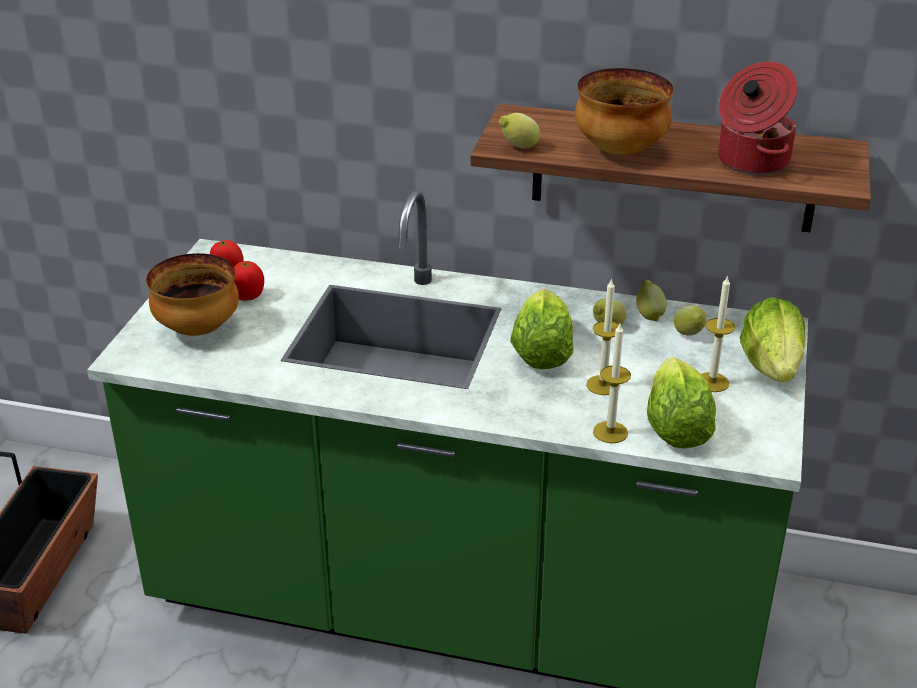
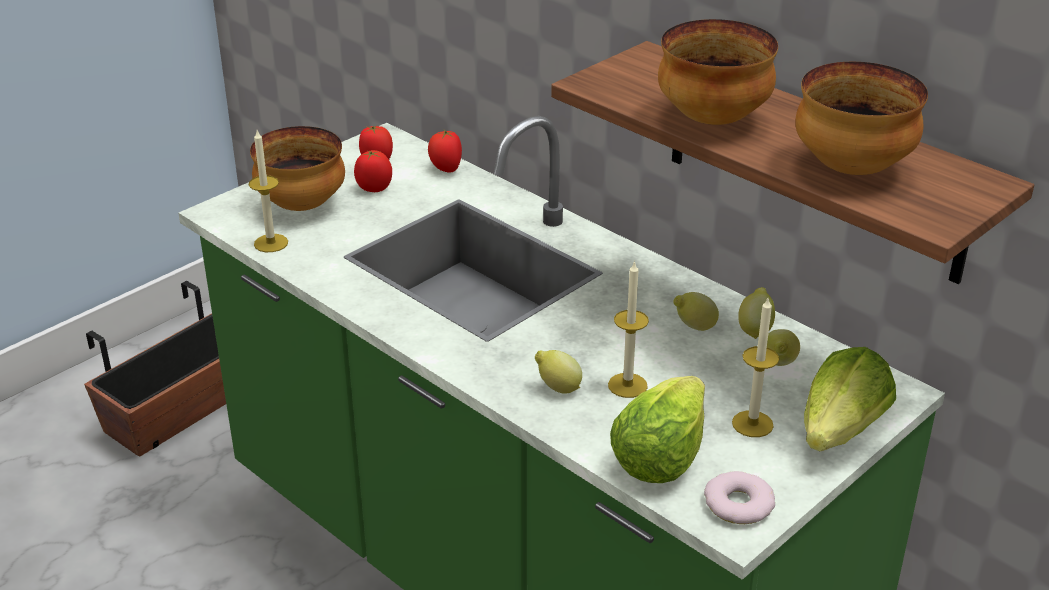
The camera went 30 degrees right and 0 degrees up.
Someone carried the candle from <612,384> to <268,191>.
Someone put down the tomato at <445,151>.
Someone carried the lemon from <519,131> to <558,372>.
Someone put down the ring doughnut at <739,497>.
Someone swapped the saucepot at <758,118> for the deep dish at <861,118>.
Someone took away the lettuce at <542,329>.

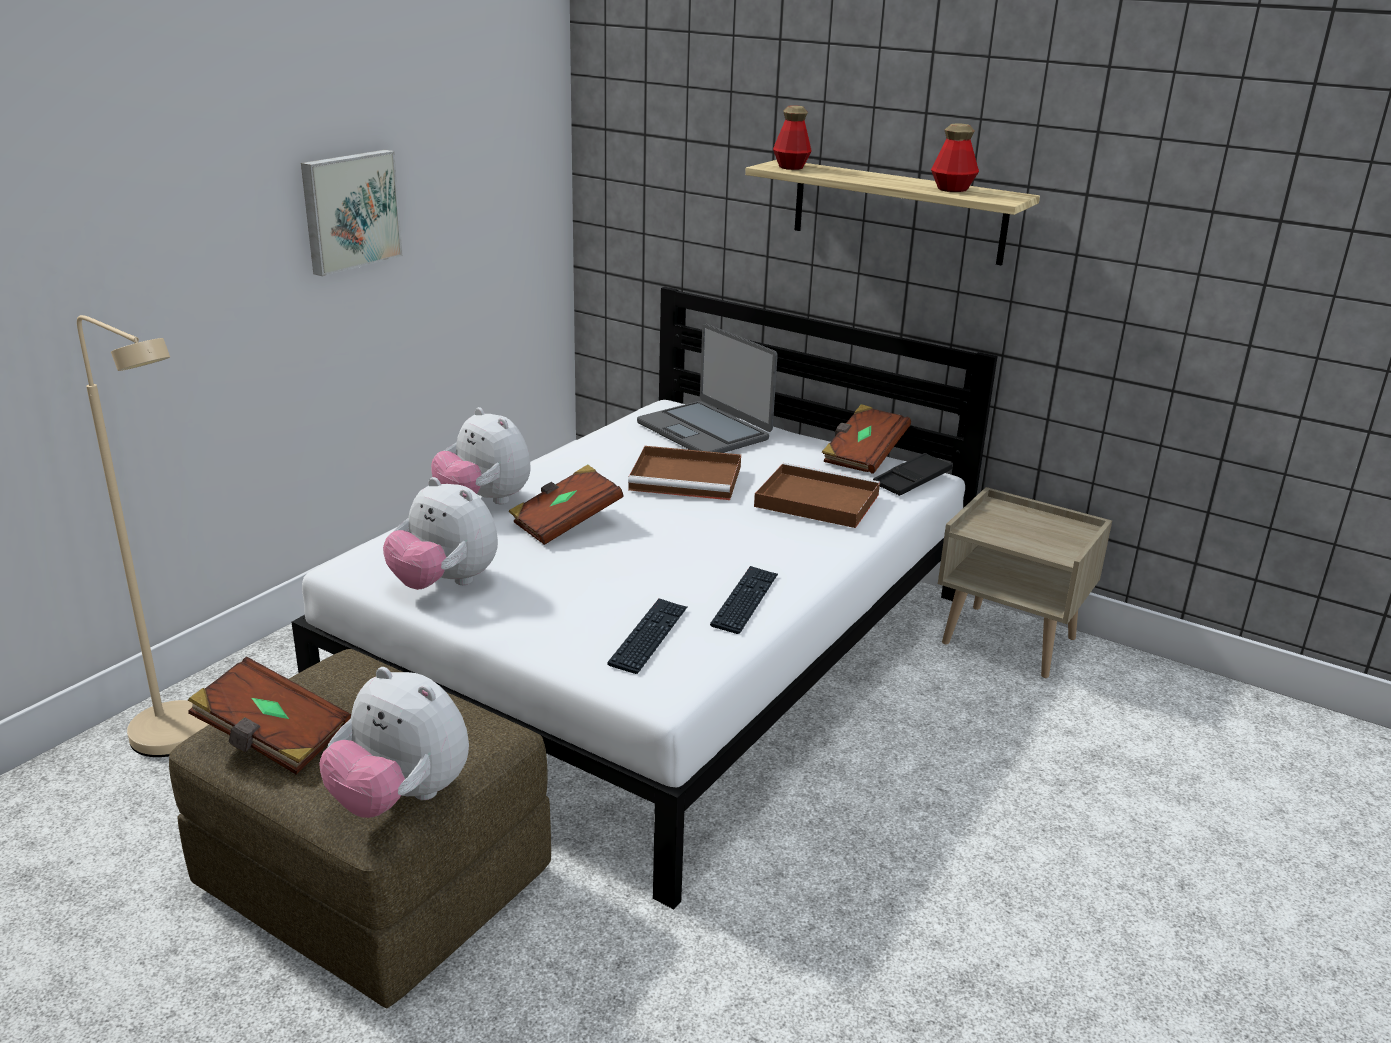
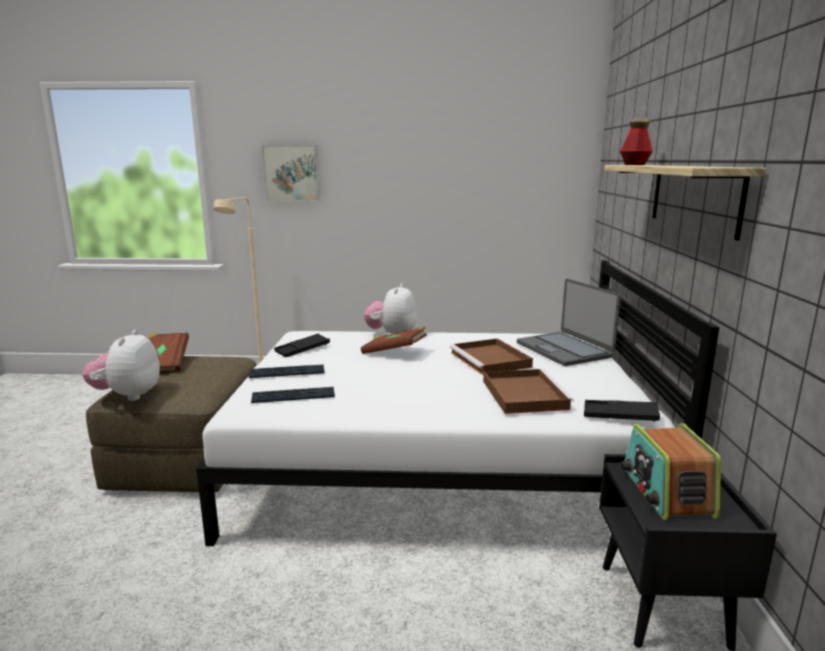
The camera went 60 degrees right and 10 degrees down.
Someone carried the computer keyboard from <744,600> to <286,371>.
Someone carried the picture from <352,213> to <291,173>.
Someone swapped the cuddly toy at <440,533> for the black-coloured serving tray at <302,345>.
Someone rotated the portable computer at <707,388> by 45 degrees counterclockwise.
Someone repainted the beige bedside table at <1025,582>, which became the black-coloured bedside table at <688,552>.
Someone put down the radio at <671,471>.
Someone took away the brown bound book at <866,439>.
Someone took away the bottle at <955,158>.

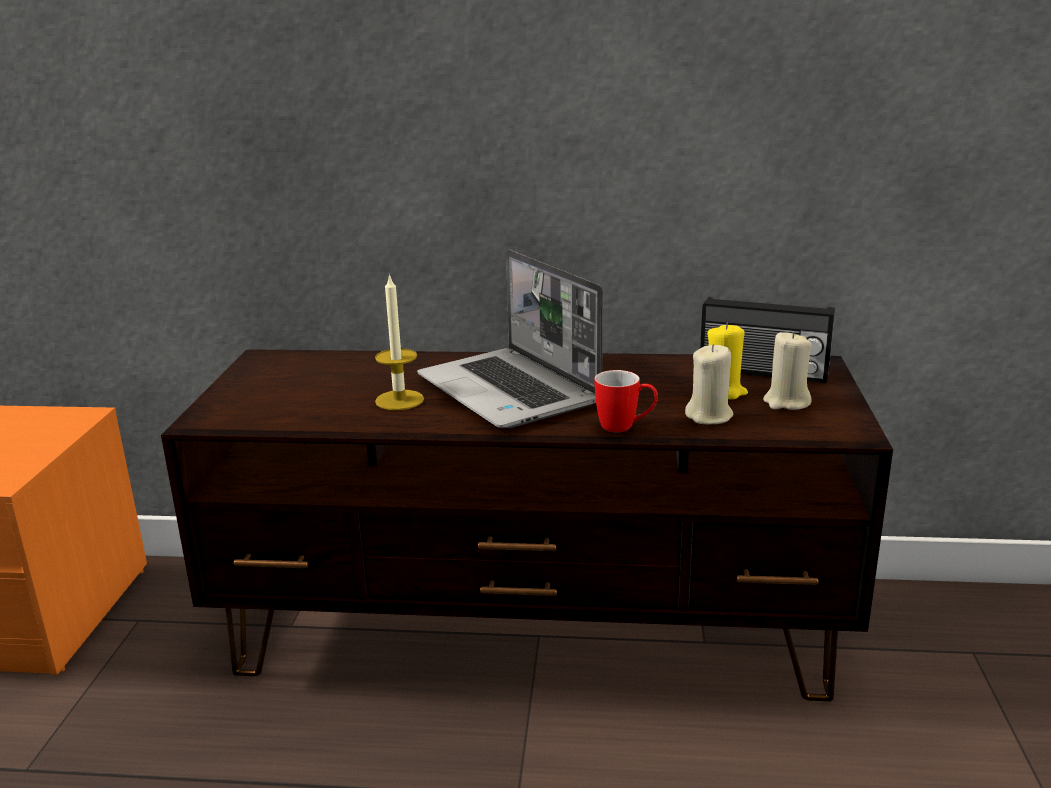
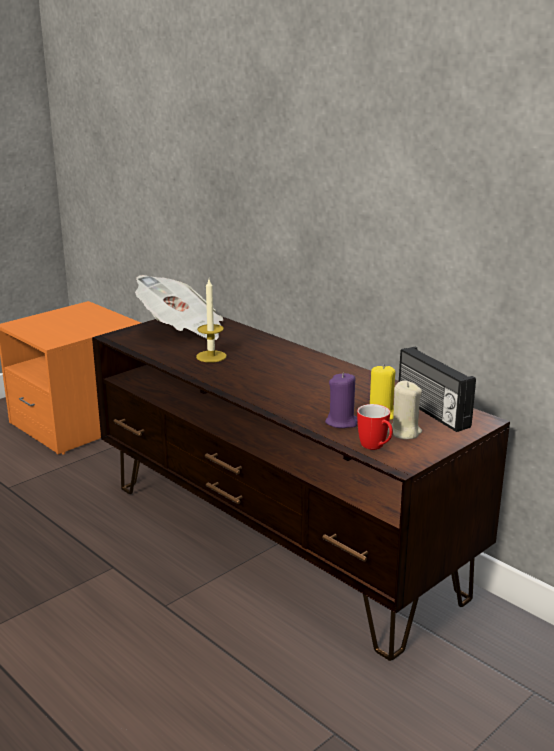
The camera went 40 degrees right and 0 degrees up.
Someone put down the newspaper at <179,307>.
Someone repainted the beige candle at <709,384>, which became the purplish candle at <341,400>.
Someone carried the tea mug from <626,401> to <375,427>.
Someone took away the portable computer at <510,338>.

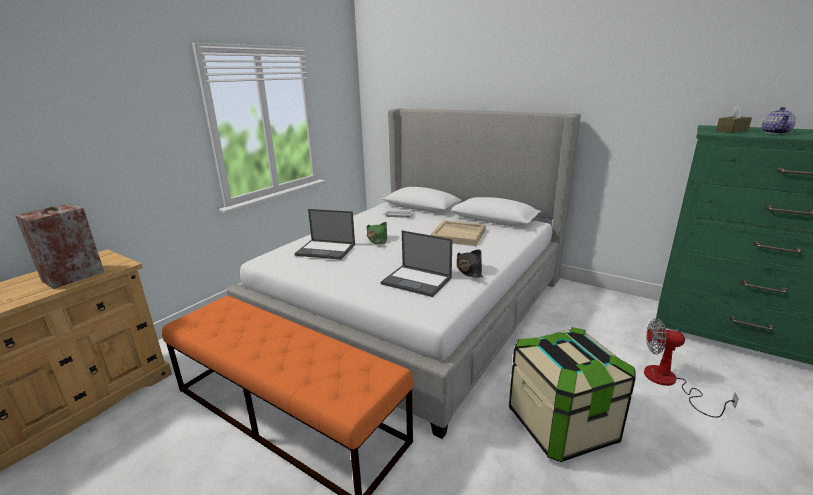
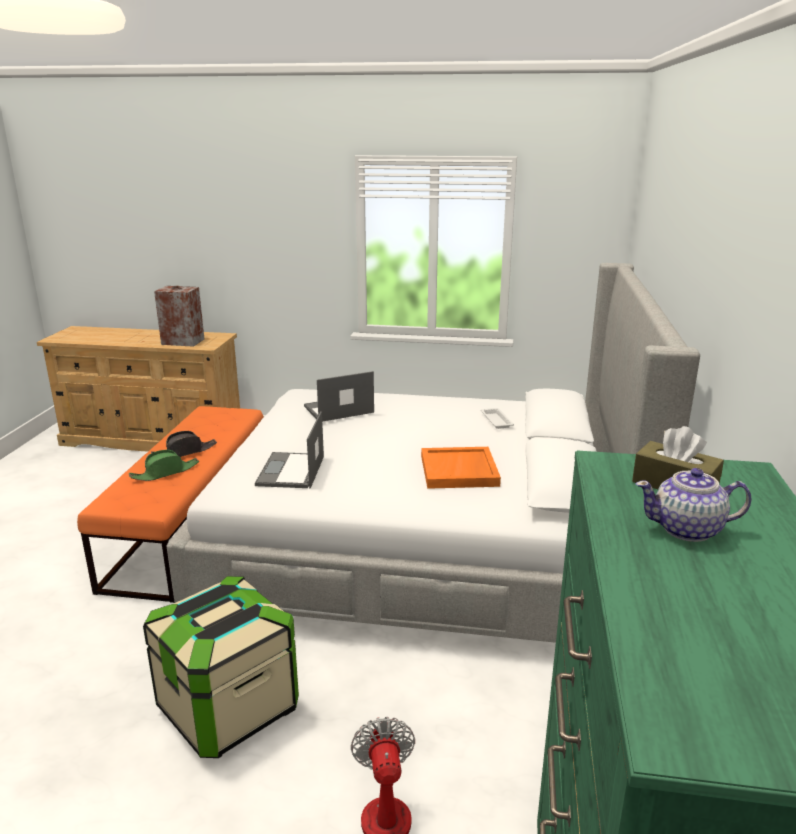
The camera went 65 degrees right and 0 degrees up.
Someone carried the green hat from <377,233> to <164,465>.
Someone carried the black-coloured hat from <470,263> to <184,444>.
Someone rotated the portable computer at <325,234> by 75 degrees clockwise.
Someone repainted the beige serving tray at <458,233>, which became the orangey serving tray at <461,468>.

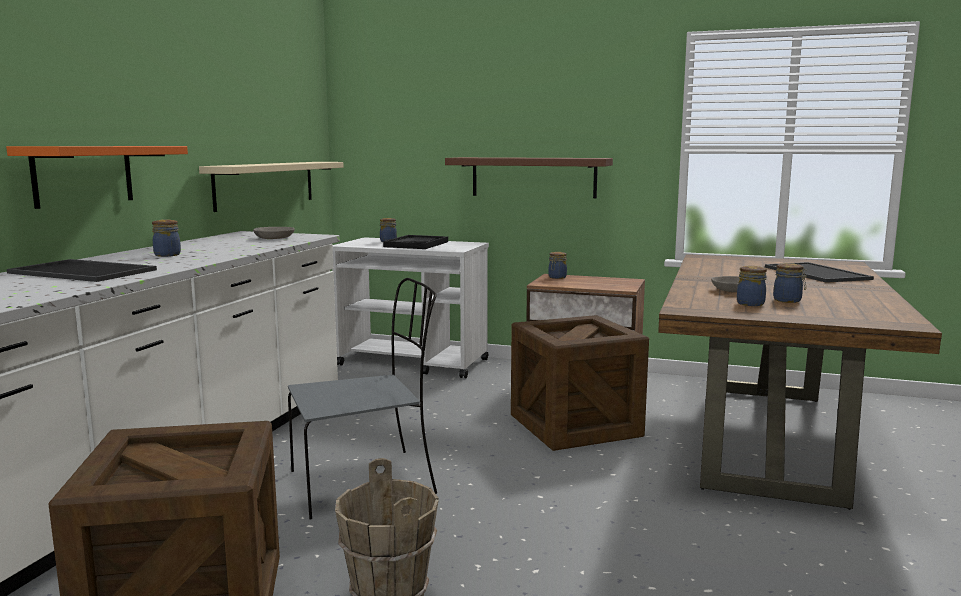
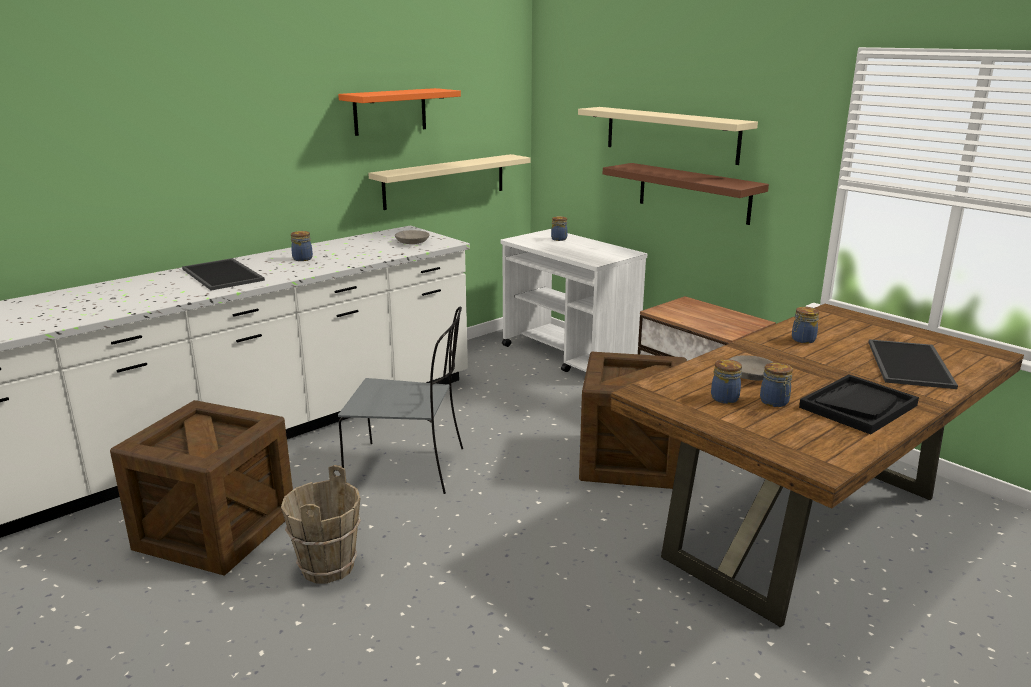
The camera went 30 degrees right and 10 degrees up.
Someone carried the orangey bracket shelf from <97,177> to <399,112>.
Someone put up the beige bracket shelf at <668,136>.
Someone carried the preserve jar from <557,265> to <805,325>.
Someone carried the black-coloured serving tray from <415,242> to <859,404>.

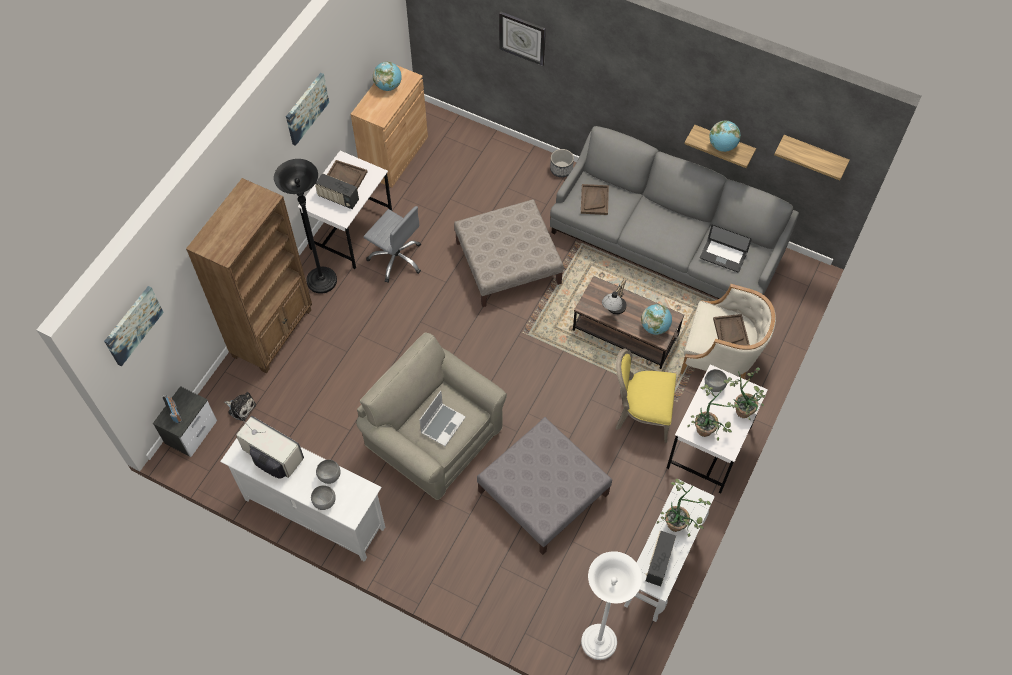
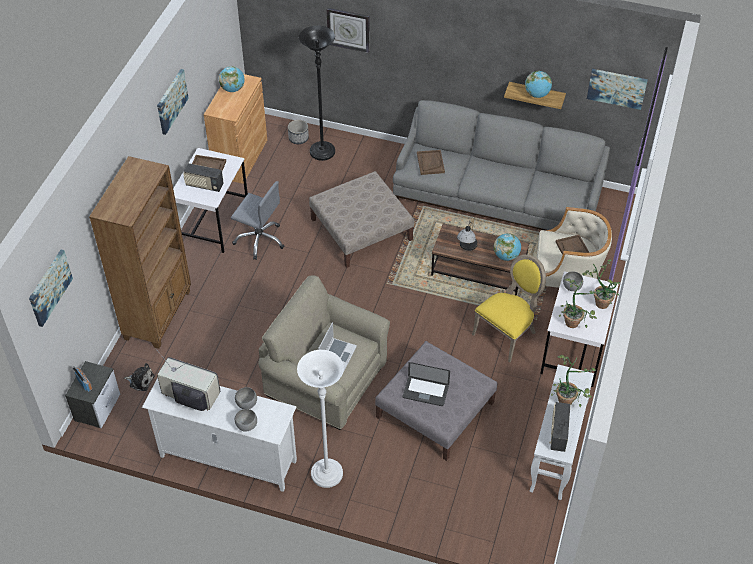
The camera went 10 degrees left and 10 degrees down.
Someone carried the plant pot from <562,163> to <298,132>.
Someone carried the white-coloured floor lamp from <611,605> to <320,419>.
Someone carried the black-coloured floor lamp from <305,226> to <317,93>.
Someone carried the portable computer from <726,248> to <426,384>.
Someone rotated the yellowish upright chair at <646,396> by 135 degrees clockwise.
Someone swapped the bracket shelf at <812,157> for the picture at <617,89>.

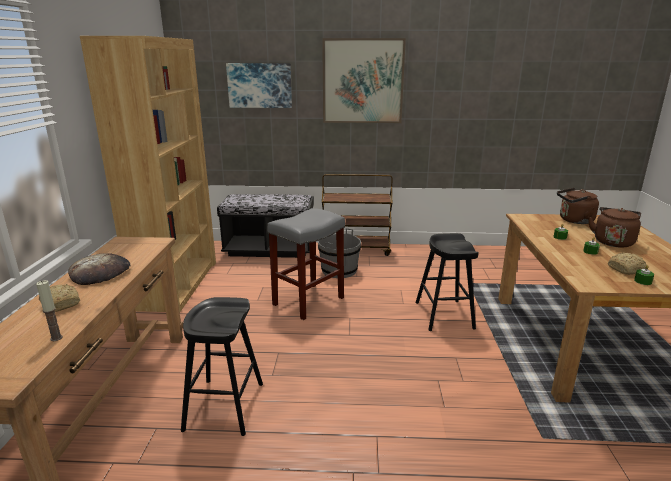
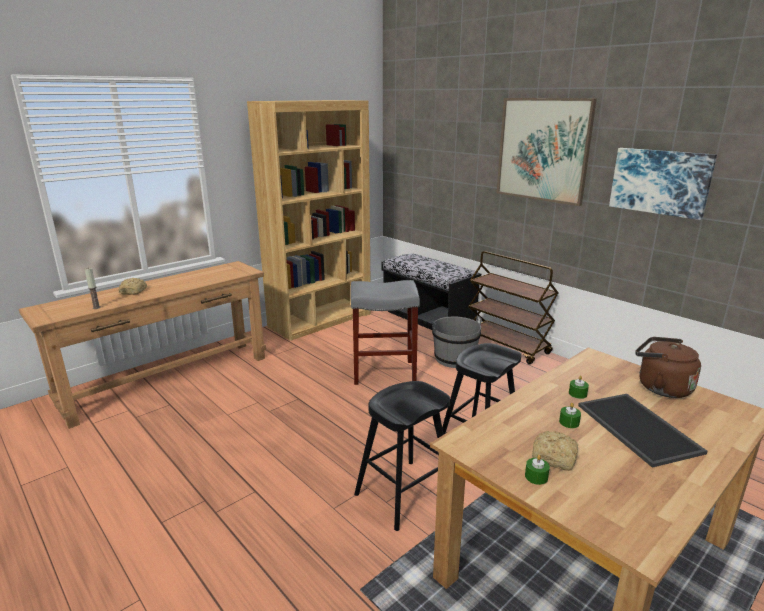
The camera went 45 degrees right and 0 degrees up.
Someone carried the black-coloured stool from <222,366> to <402,456>.
Someone swapped the brown kettle at <615,227> for the serving tray at <643,431>.
Someone carried the picture from <259,85> to <663,184>.
Someone took away the baked bread at <99,269>.

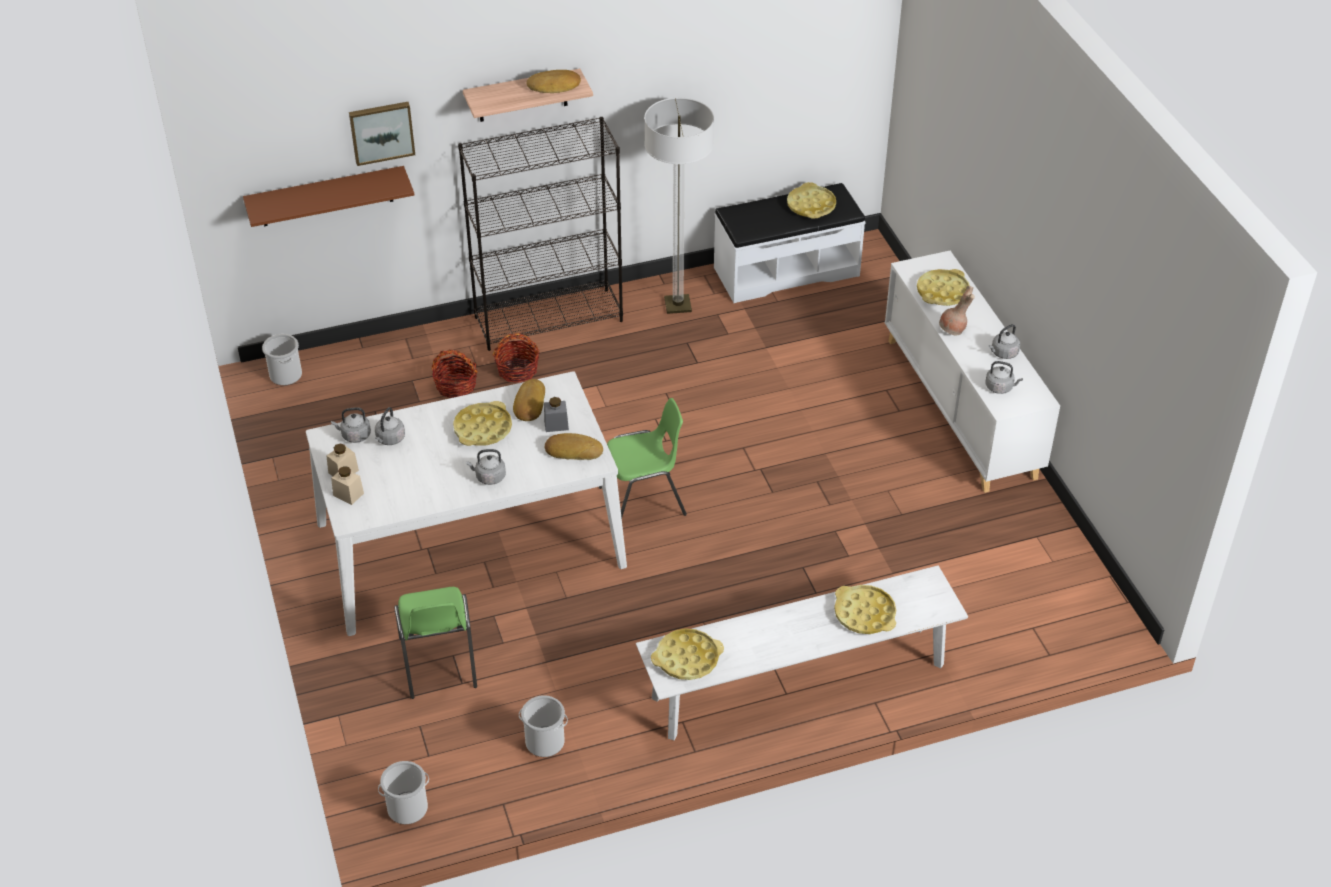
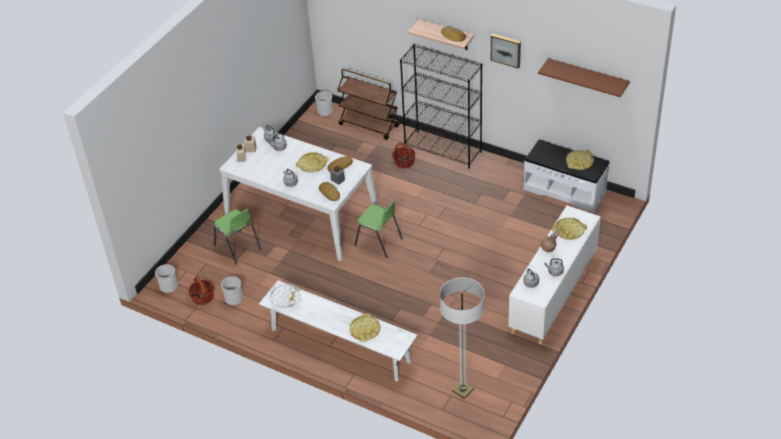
The camera went 50 degrees right and 0 degrees up.
Someone carried the storage basket from <455,373> to <201,290>.
Someone rotated the green upright chair at <435,643> by 75 degrees counterclockwise.
Someone repainted the yellowish serving tray at <687,654>, which became the white-coloured serving tray at <285,296>.
Someone put down the brown wheeled cart at <368,104>.
Someone carried the floor lamp from <679,206> to <462,338>.
Someone carried the picture from <382,134> to <506,51>.
Someone carried the brown bracket shelf from <328,196> to <584,77>.

